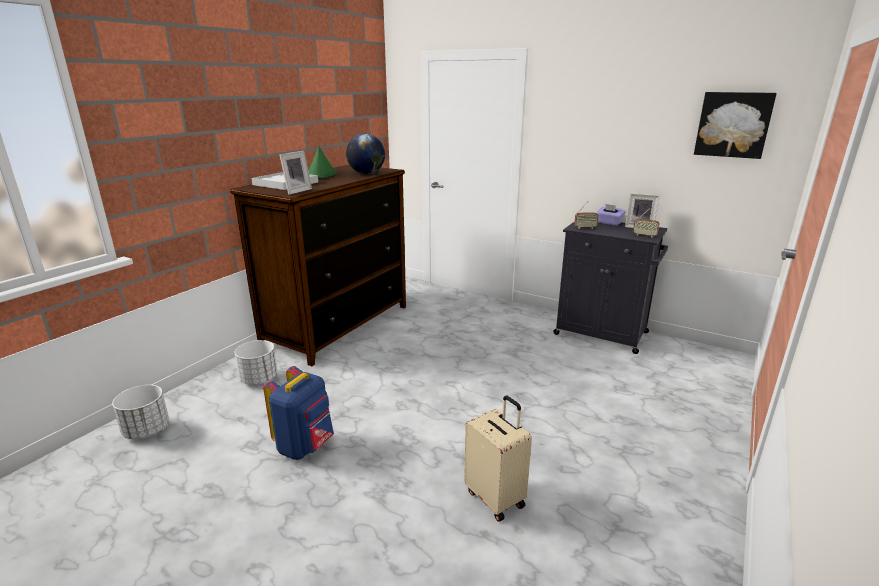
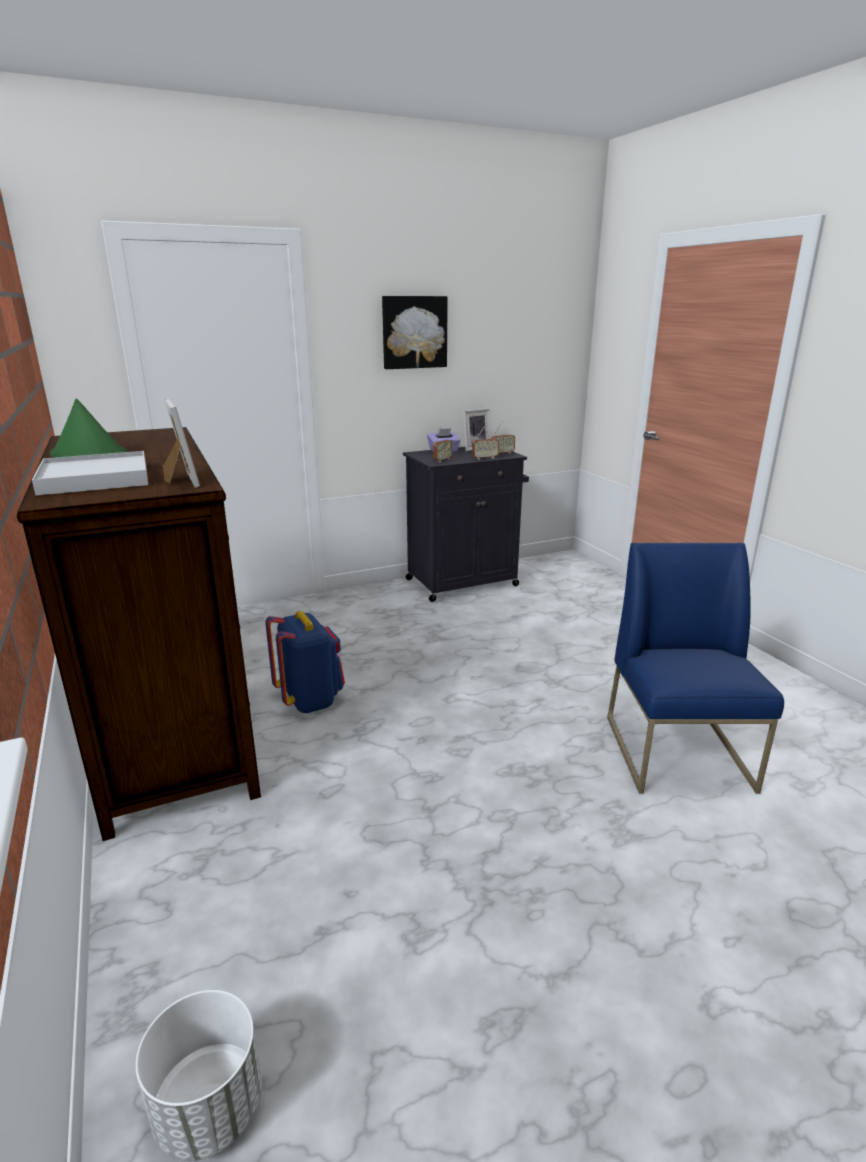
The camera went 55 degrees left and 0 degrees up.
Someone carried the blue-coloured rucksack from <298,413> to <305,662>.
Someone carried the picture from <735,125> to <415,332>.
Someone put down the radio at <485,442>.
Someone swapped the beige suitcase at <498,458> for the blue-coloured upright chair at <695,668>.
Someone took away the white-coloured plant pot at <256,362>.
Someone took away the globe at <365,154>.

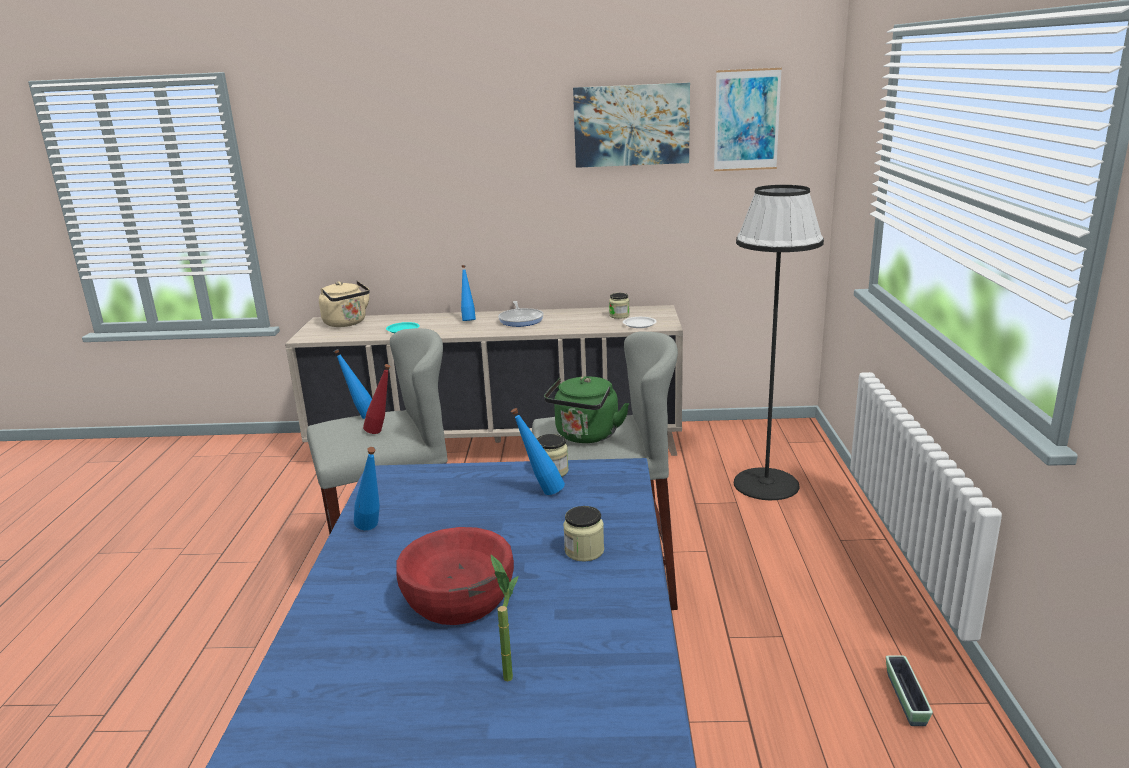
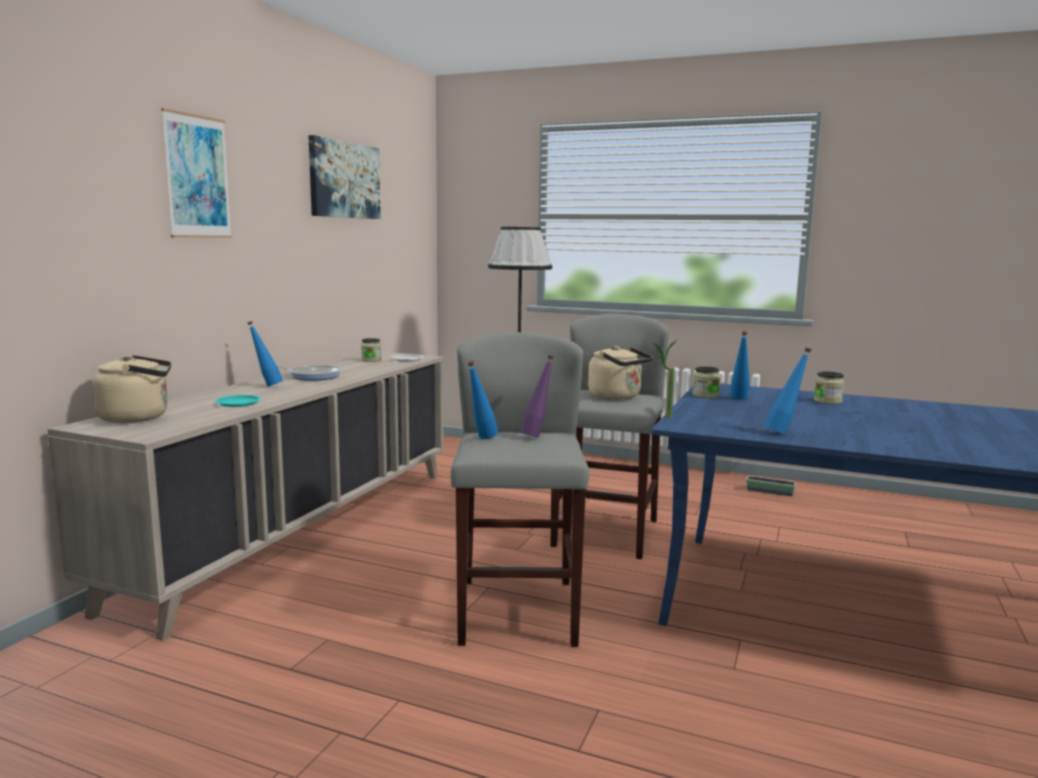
The camera went 70 degrees left and 10 degrees down.
Someone carried the picture from <748,119> to <196,173>.
Someone repainted the red-coloured bottle at <376,399>, which became the purplish bottle at <537,396>.
Someone repainted the green kettle at <586,409>, which became the beige kettle at <620,373>.
Someone carried the potted plant from <504,618> to <665,378>.
Someone took away the red-coloured deep dish at <455,576>.

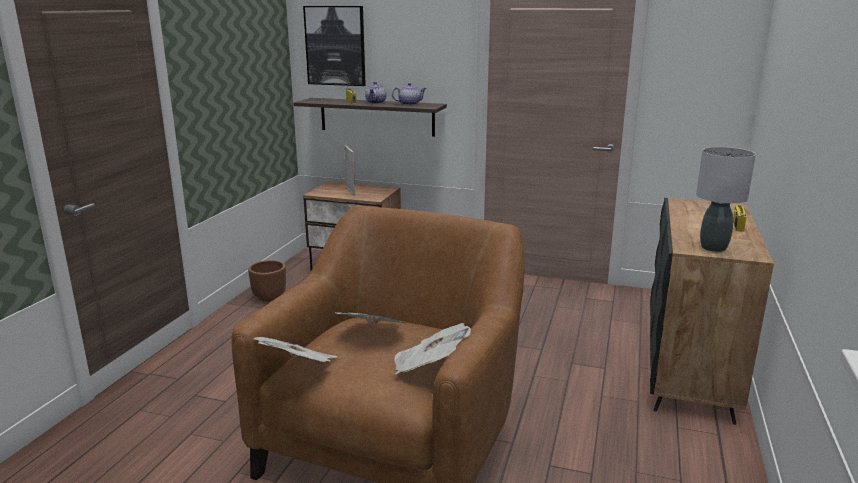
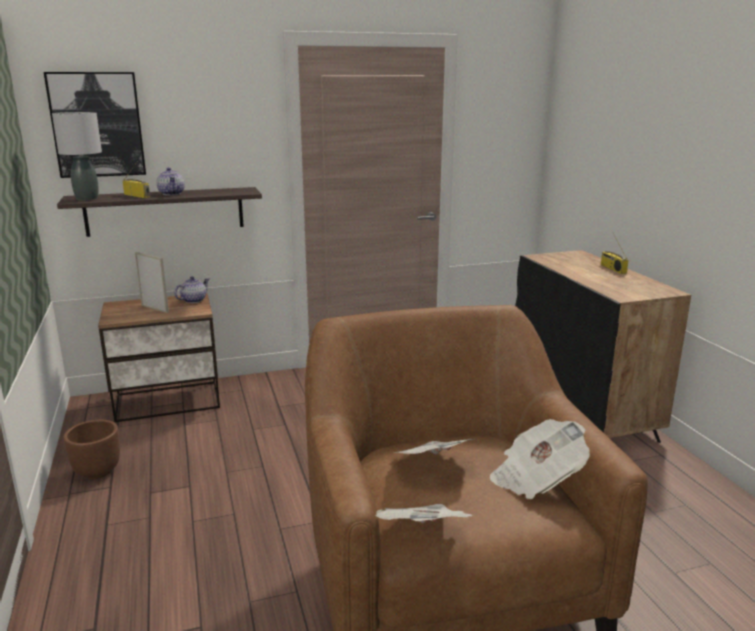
The camera went 35 degrees left and 0 degrees up.
Someone carried the gray tabletop lamp from <726,199> to <77,156>.
Someone carried the teapot from <409,94> to <192,290>.

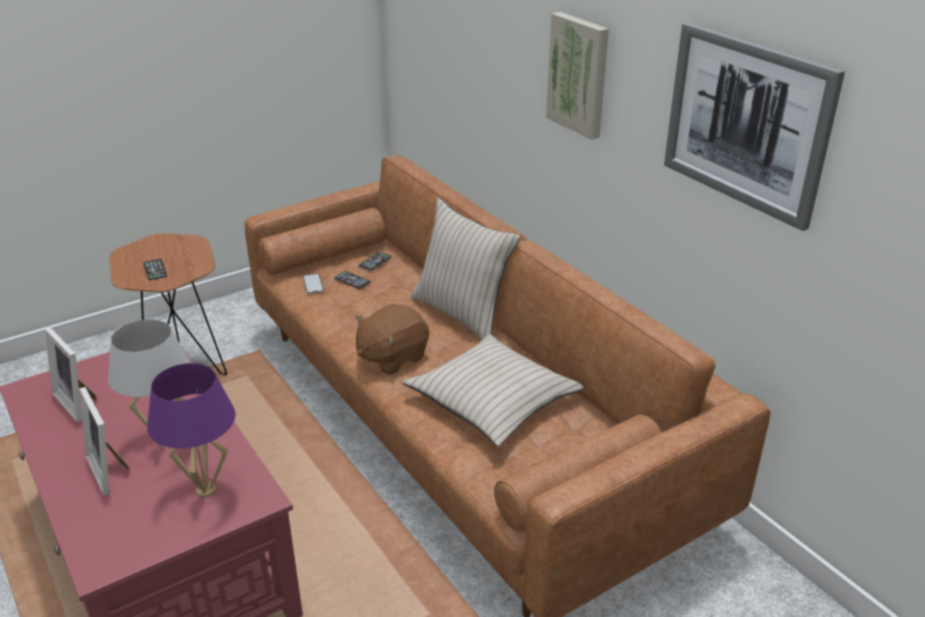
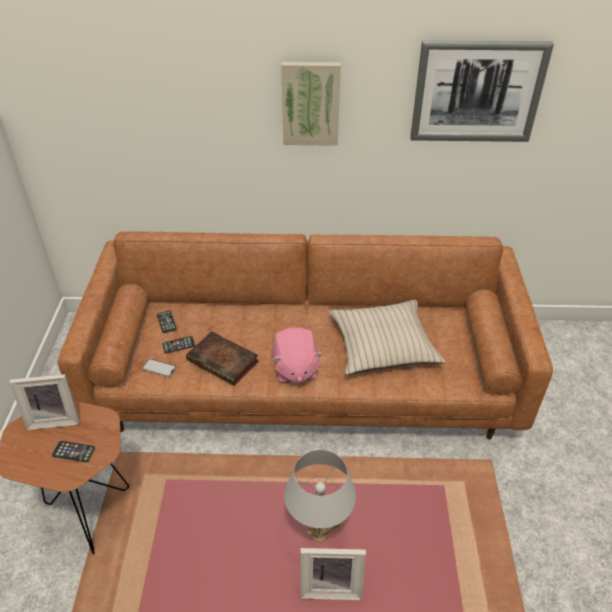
The camera went 55 degrees left and 10 degrees up.
Someone carried the picture frame from <71,374> to <44,402>.
Someone put down the bound book at <222,358>.
Someone repainted the brown cuddly toy at <392,339>, which became the pink-coloured cuddly toy at <297,355>.
Someone took away the purplish tabletop lamp at <191,430>.
Someone took away the beige pillow at <466,269>.

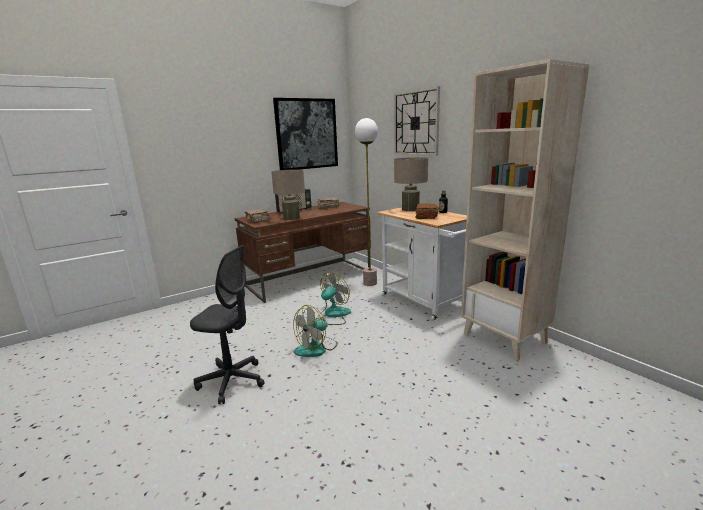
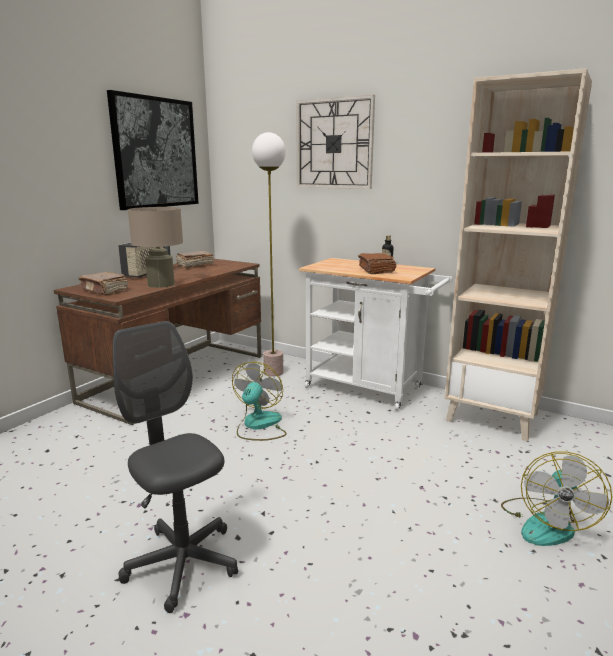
The camera went 25 degrees left and 0 degrees up.
Someone rotated the gray office chair at <227,324> by 120 degrees counterclockwise.
Someone carried the electric fan from <315,331> to <556,499>.
Someone took away the beige tabletop lamp at <411,184>.

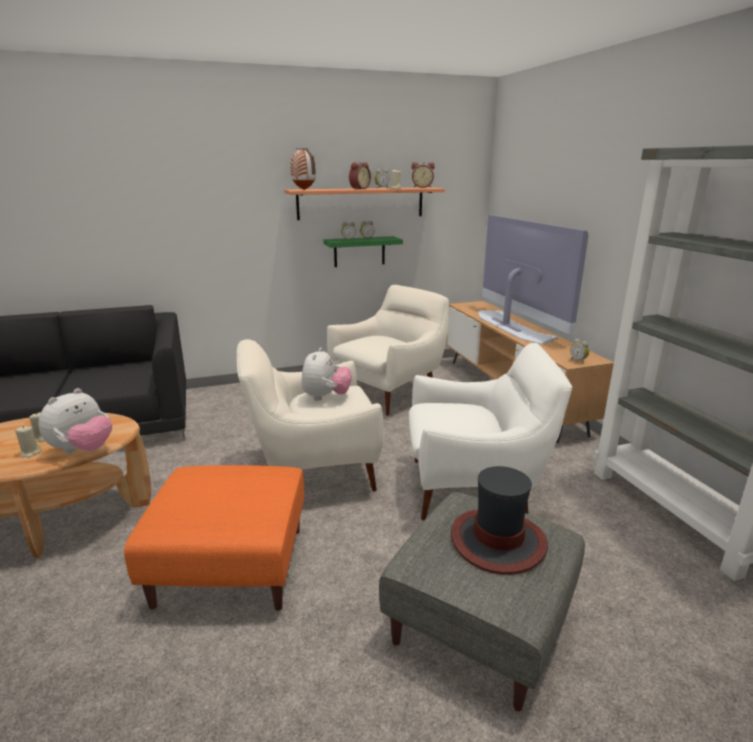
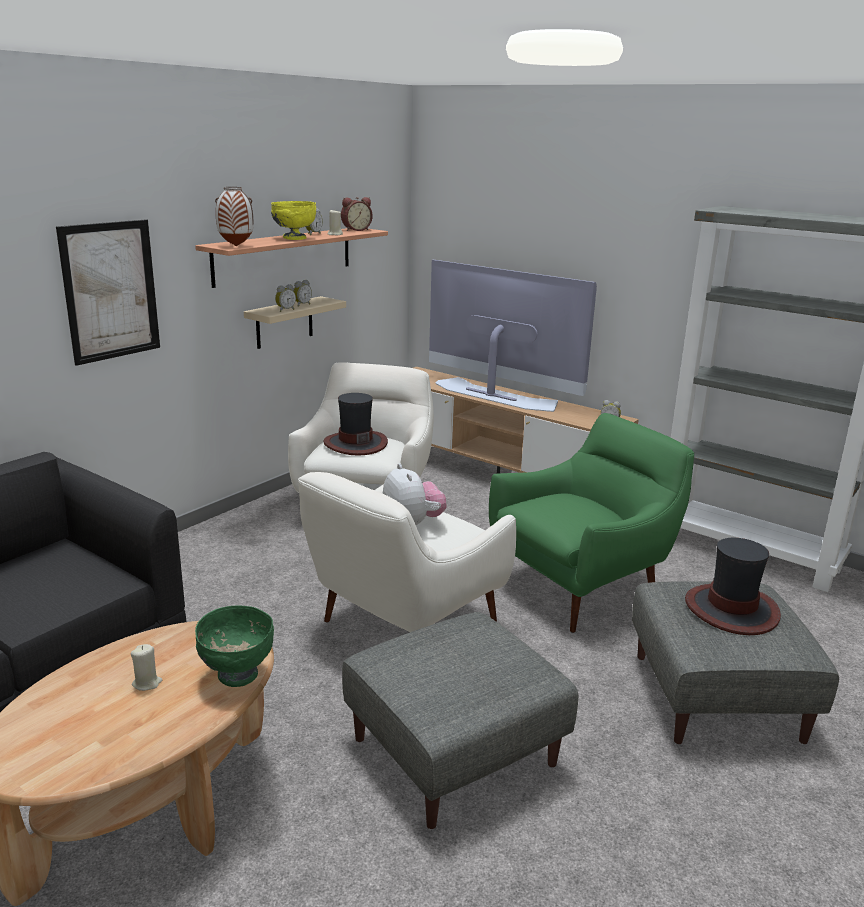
The camera went 35 degrees left and 0 degrees up.
Someone put up the picture at <108,292>.
Someone swapped the cuddly toy at <75,421> for the green deep dish at <234,646>.
Someone repainted the green bracket shelf at <363,251>, which became the beige bracket shelf at <295,322>.
Someone swapped the table clock at <360,175> for the yellowish deep dish at <293,220>.
Someone put down the hat at <355,424>.
Someone repainted the orangey ottoman at <214,538>, which became the gray ottoman at <460,720>.
Someone repainted the white-coloured easy chair at <490,431>, which became the green easy chair at <591,523>.
Someone took away the beige candle at <28,442>.

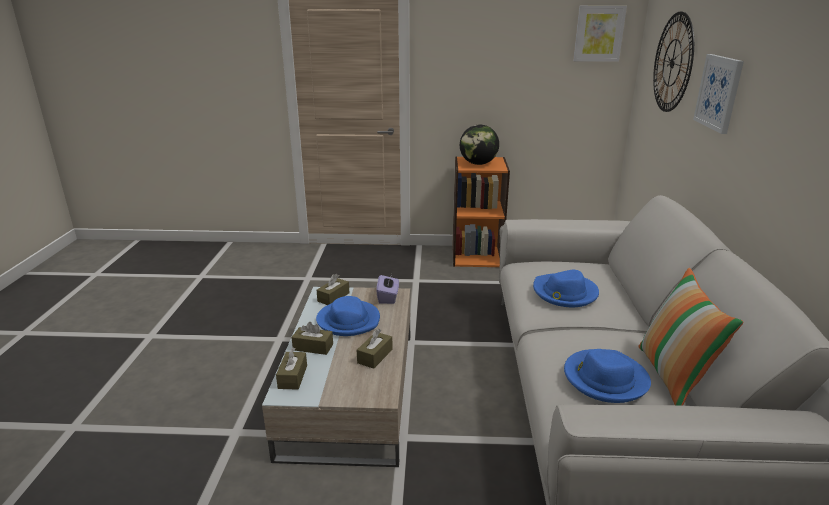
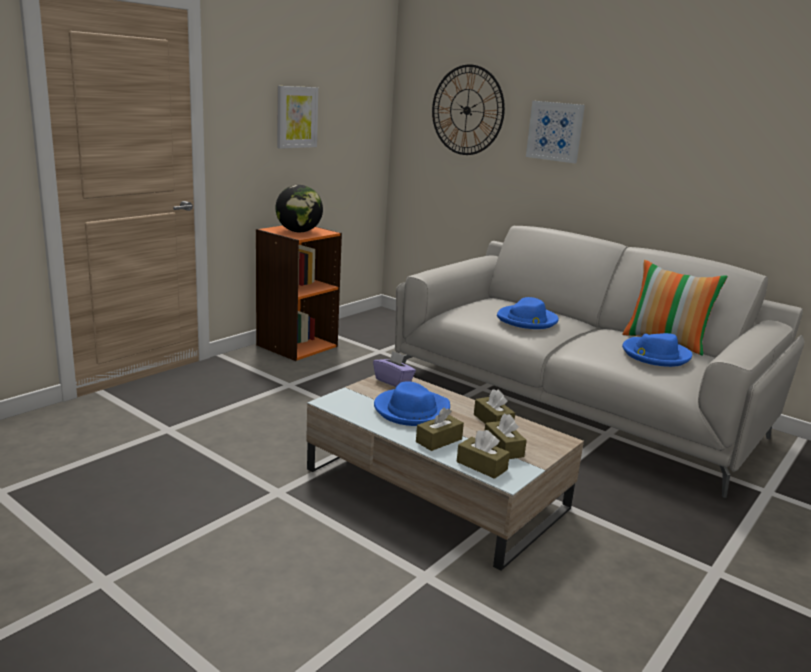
The camera went 55 degrees left and 5 degrees down.
Someone carried the picture from <600,34> to <297,117>.
Someone carried the brown tissue holder from <333,289> to <506,436>.

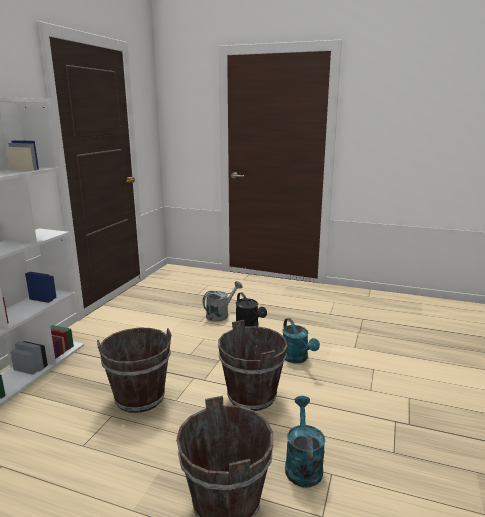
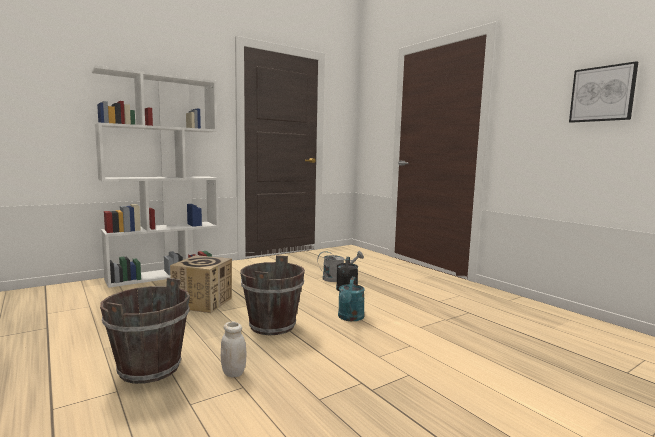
The camera went 35 degrees right and 10 degrees down.
Someone swapped the brown bucket at <134,370> for the carton at <201,284>.
Someone swapped the blue-green sprinkling can at <305,442> for the white-coloured preserve jar at <233,350>.
Someone put up the picture at <603,92>.

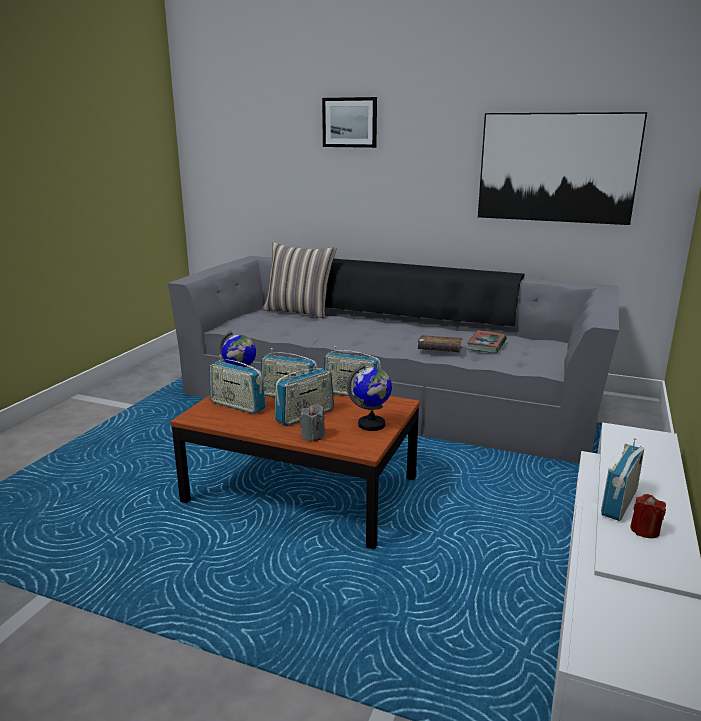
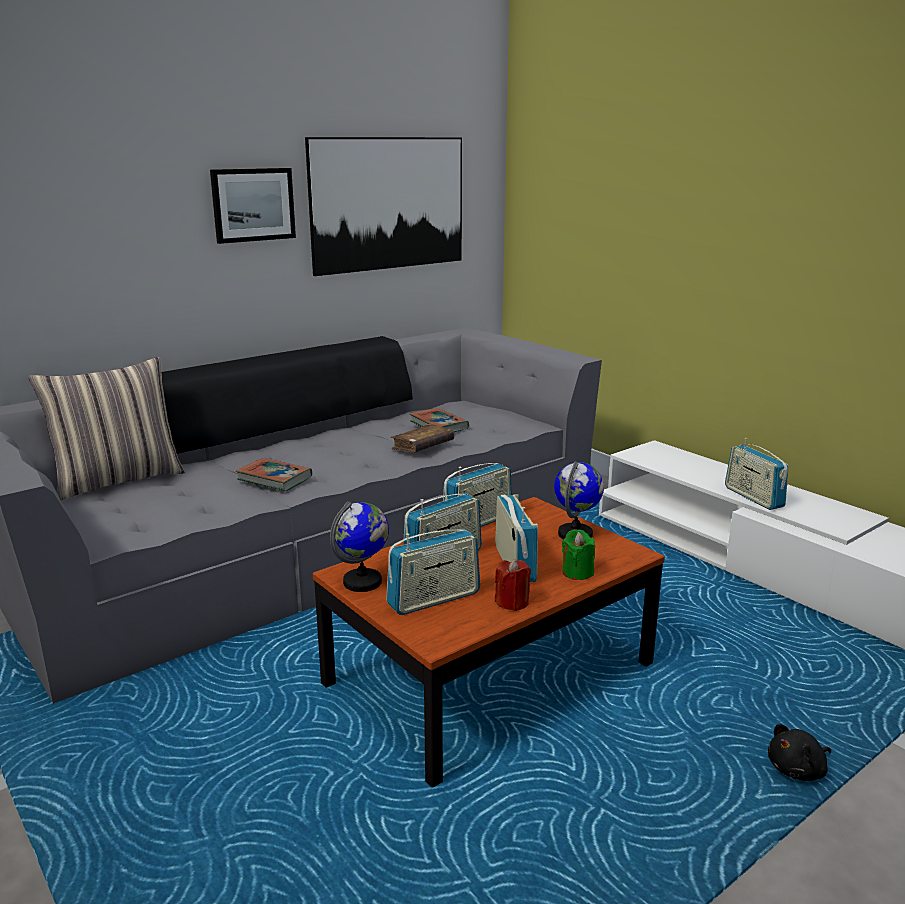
The camera went 60 degrees left and 0 degrees up.
Someone carried the picture from <349,122> to <253,206>.
Someone put down the bound book at <274,474>.
Someone carried the red-coloured candle from <648,516> to <513,585>.
Someone repainted the gray candle at <312,423>, which became the green candle at <578,554>.
Someone put down the black-coloured cuddly toy at <799,752>.

